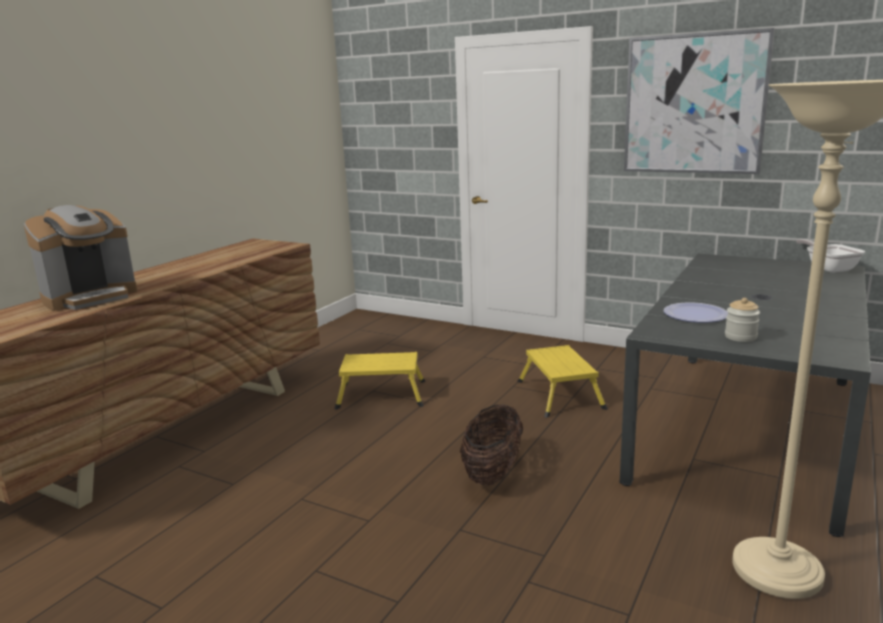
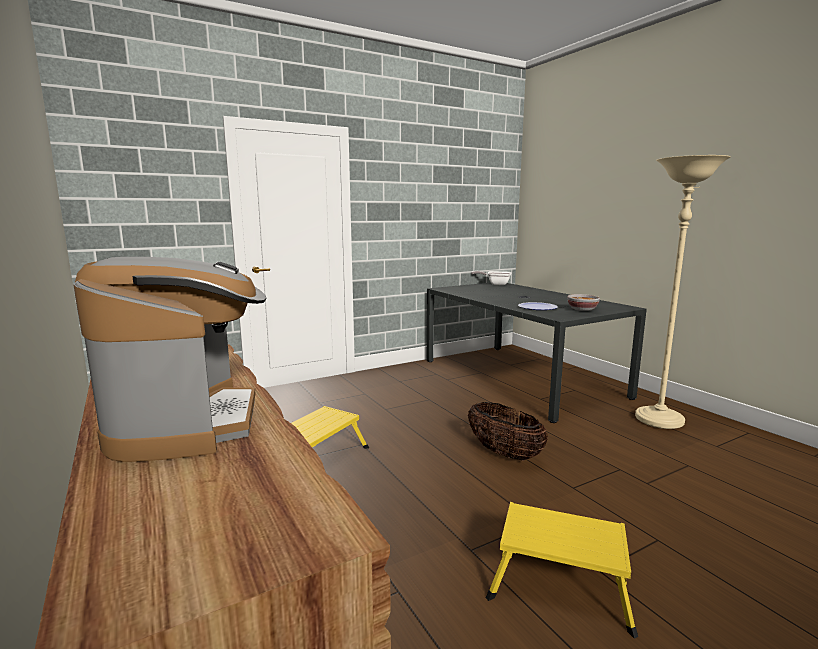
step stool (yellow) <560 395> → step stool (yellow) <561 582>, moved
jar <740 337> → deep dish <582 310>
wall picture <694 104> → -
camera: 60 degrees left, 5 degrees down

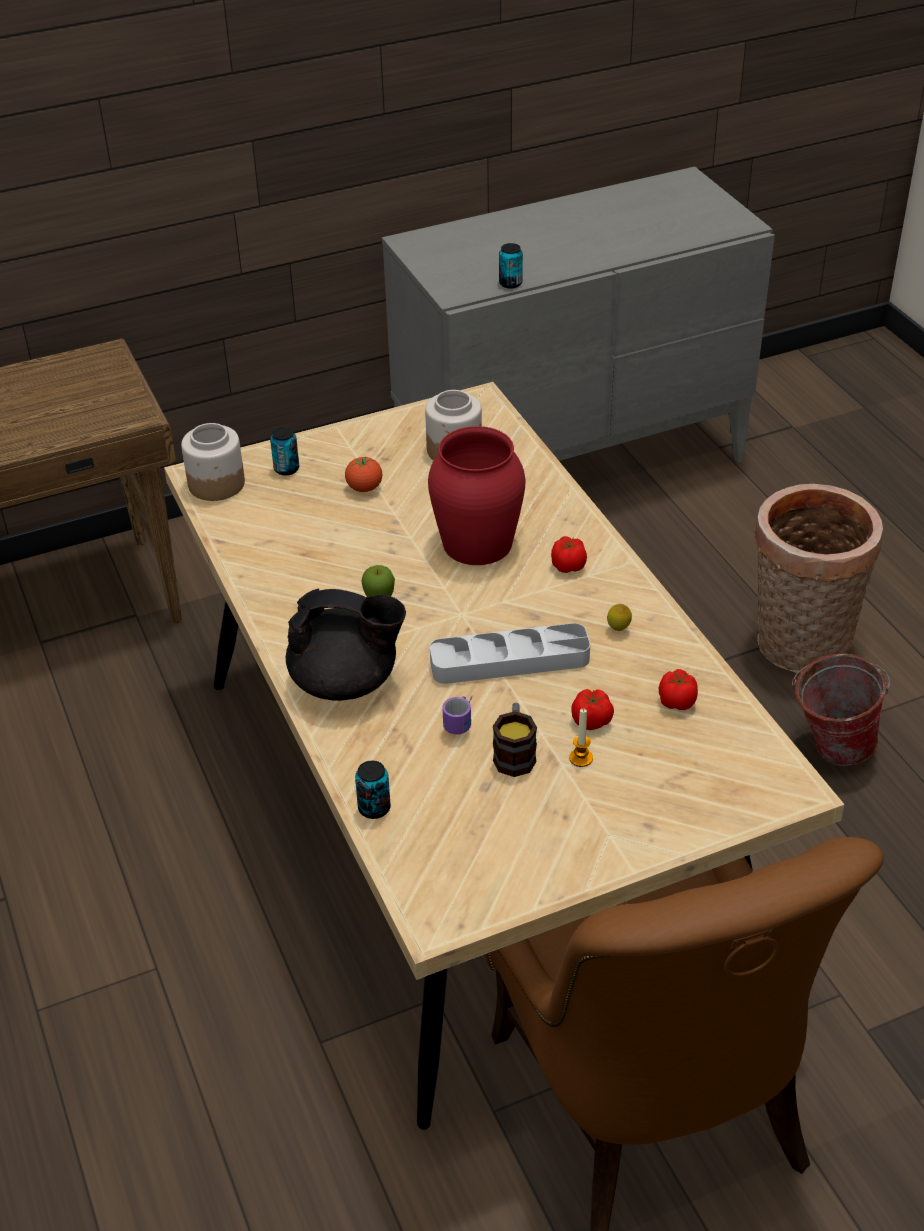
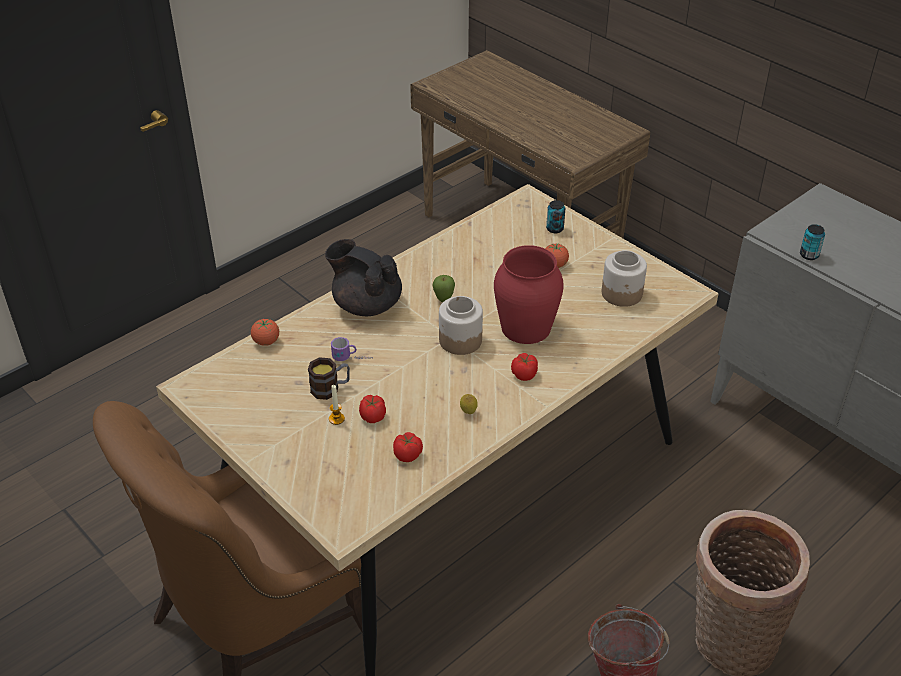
can <374 808> → fresh tomato <266 341>
pot for tea (blackish) <346 682> → pot for tea (blackish) <366 304>, 135 degrees clockwise
jar <215 484> → jar <460 340>, moved
serving tray (grey) <509 660> → -
camera: 70 degrees right, 0 degrees up

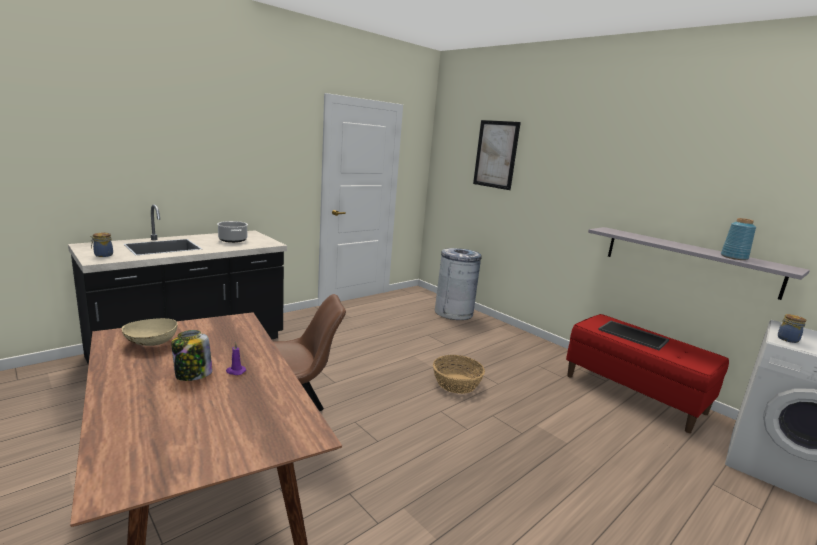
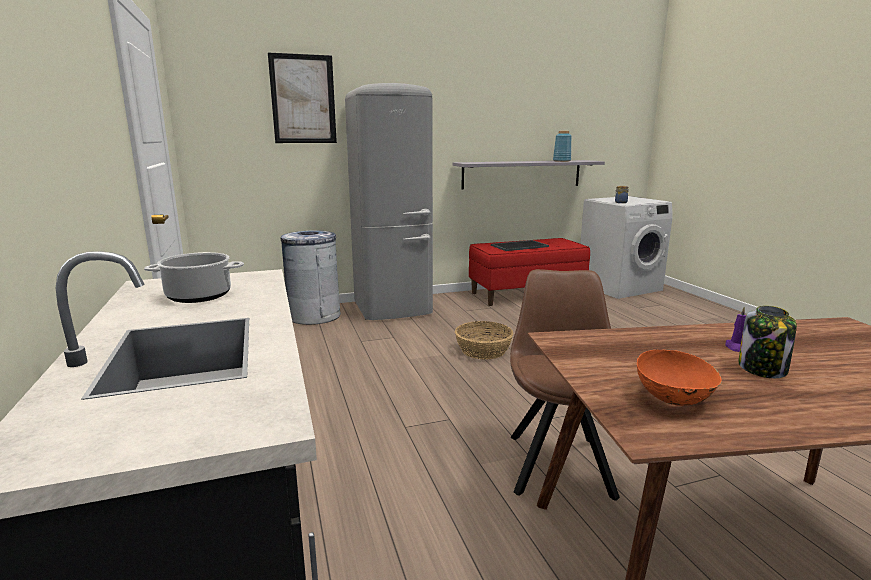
- → kitchen fridge (grey) <394 309>
deep dish (beige-coloured) <151 343> → deep dish (orangey) <674 398>
jar <103 255> → -
camera: 65 degrees left, 0 degrees up

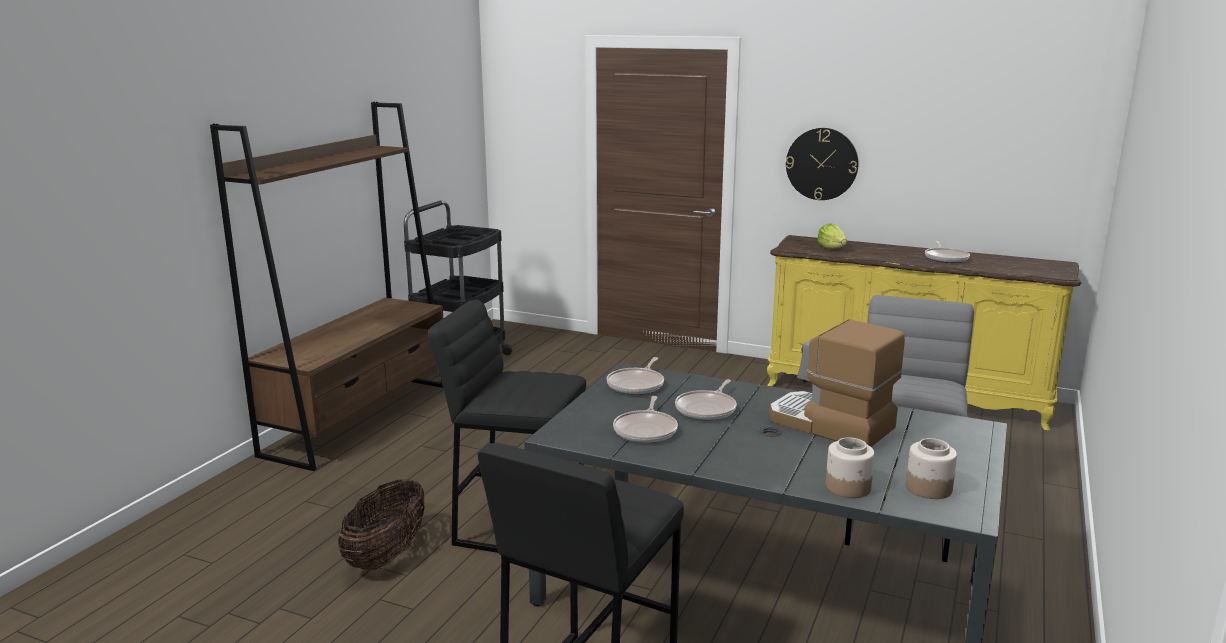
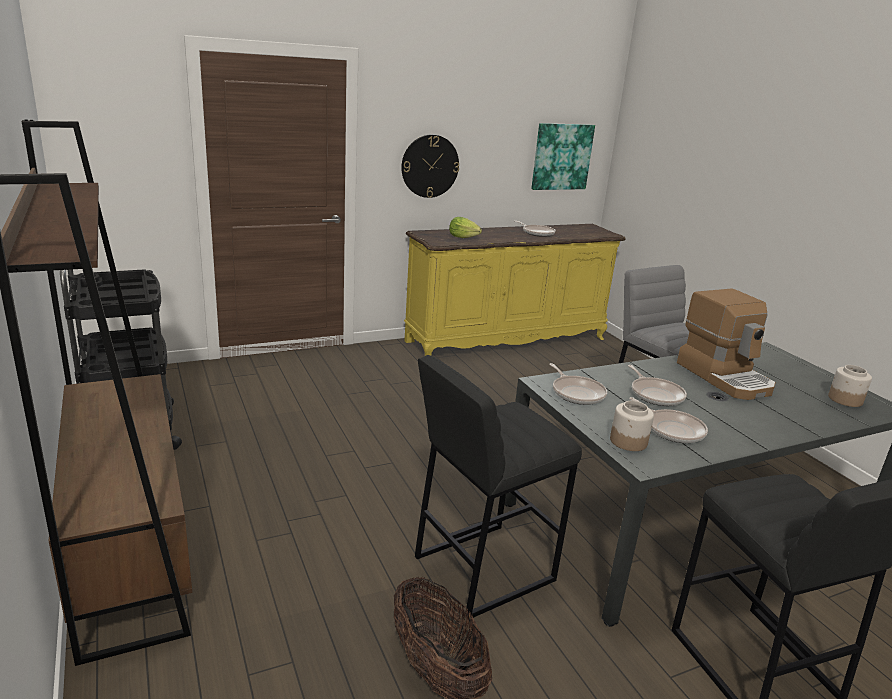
- → wall picture <561 156>
jar <848 487> → jar <629 441>, moved
coffee maker <829 425> → coffee maker <725 377>, 105 degrees counterclockwise
camera: 50 degrees left, 5 degrees up

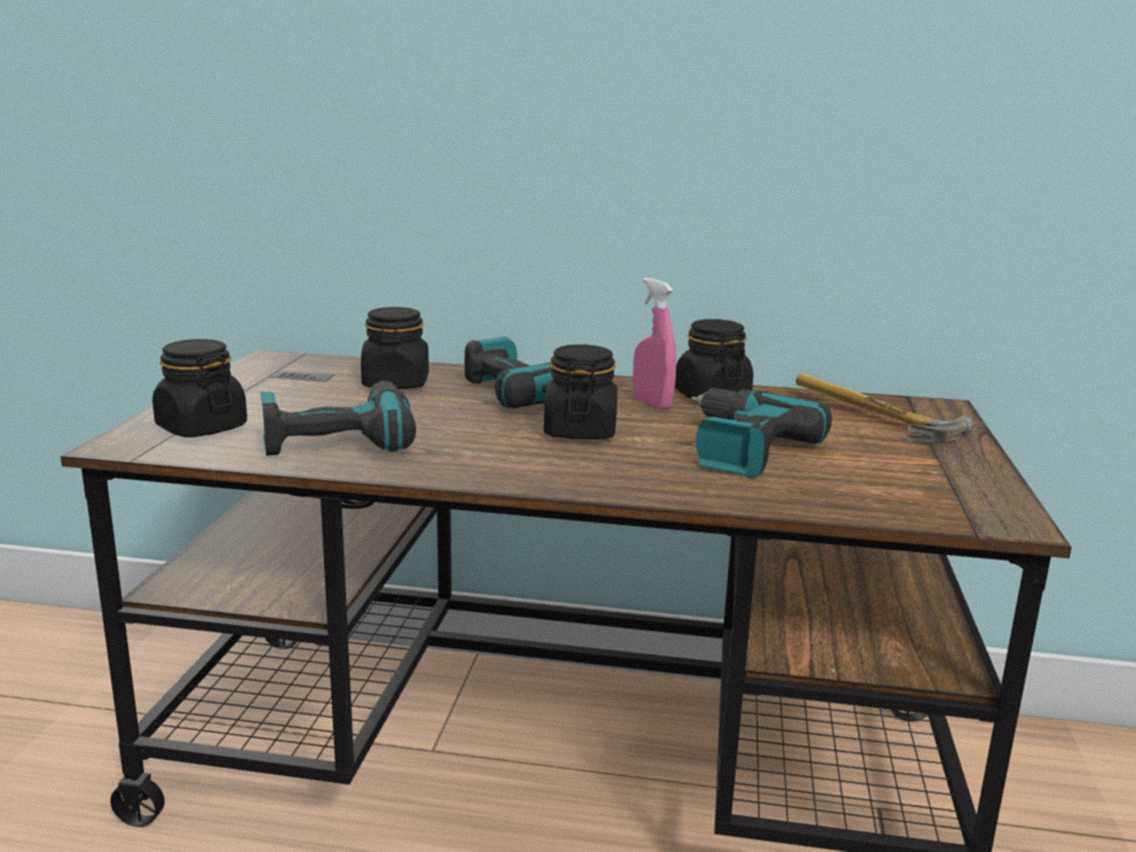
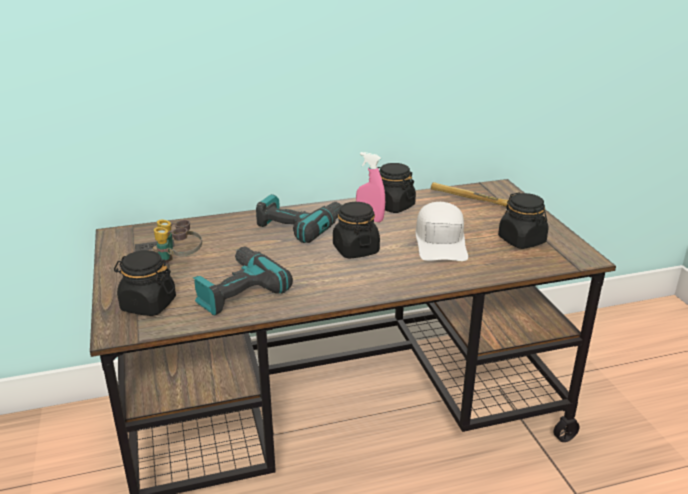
- → field glasses <179 264>
power drill <740 449> → baseball cap (white-coloured) <440 241>
jar (blackish) <396 384> → jar (blackish) <522 240>, moved
camera: 25 degrees left, 10 degrees up

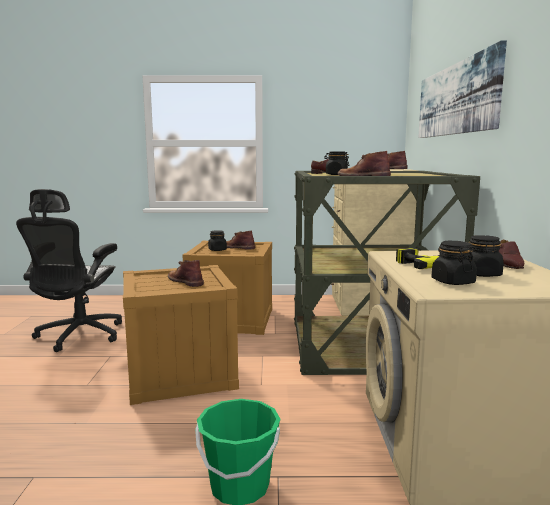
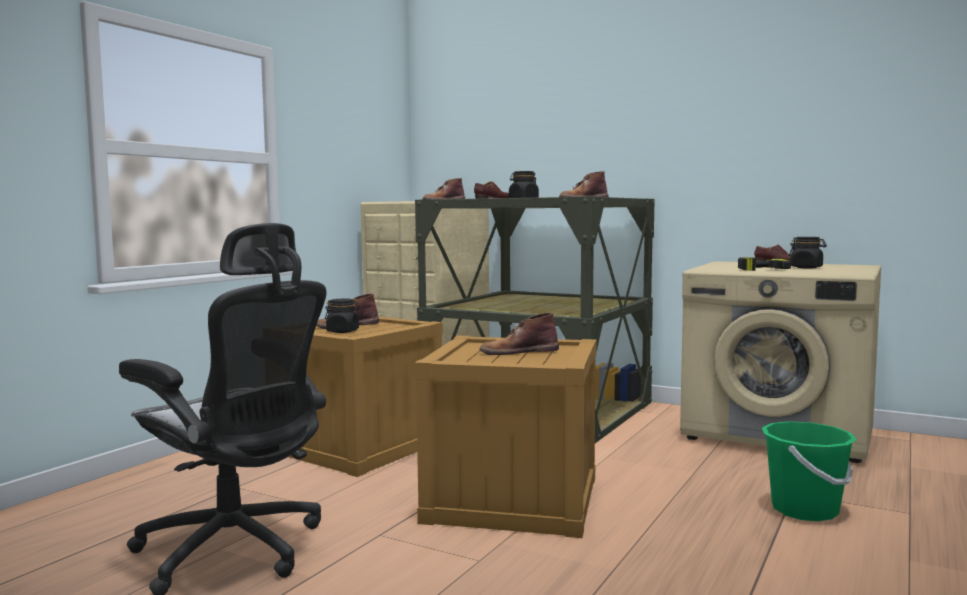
wall picture <455 100> → -
jar (blackish) <452 282> → -
camera: 60 degrees left, 5 degrees down

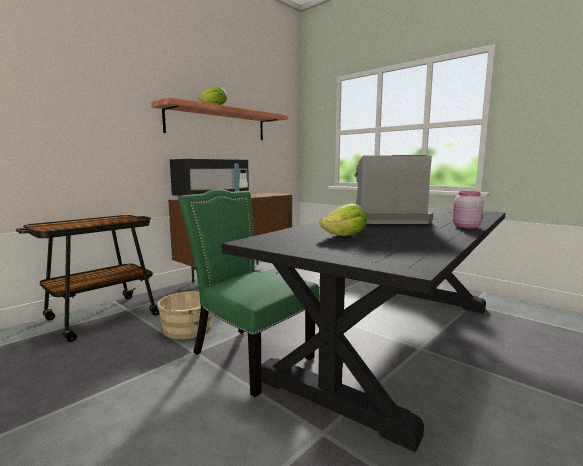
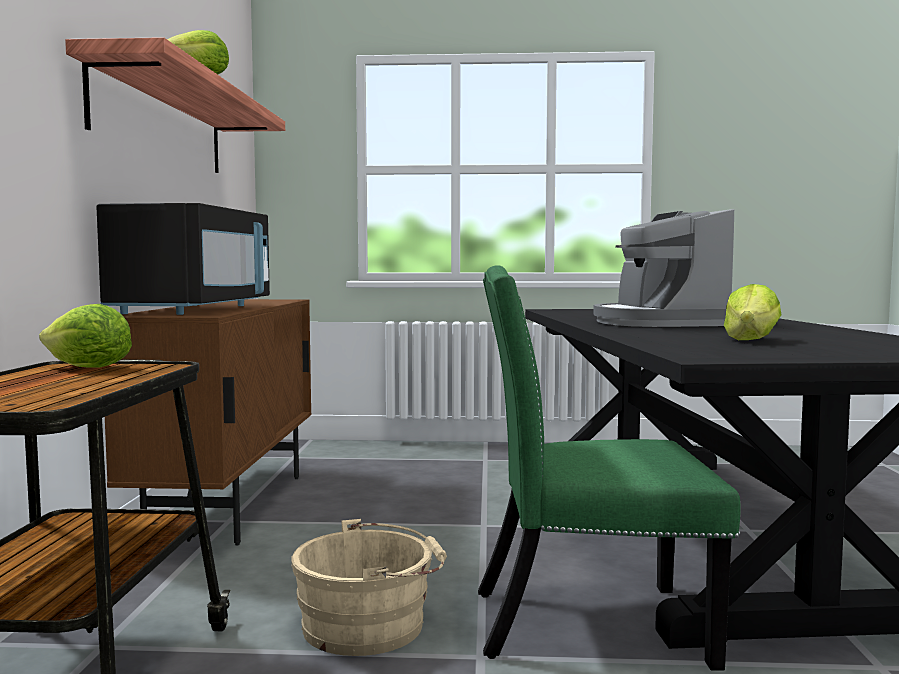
- → head of lettuce <88 368>
coffee maker <386 219> → coffee maker <657 322>, 60 degrees counterclockwise
jar (pinkish) <465 227> → -
camera: 40 degrees left, 5 degrees down

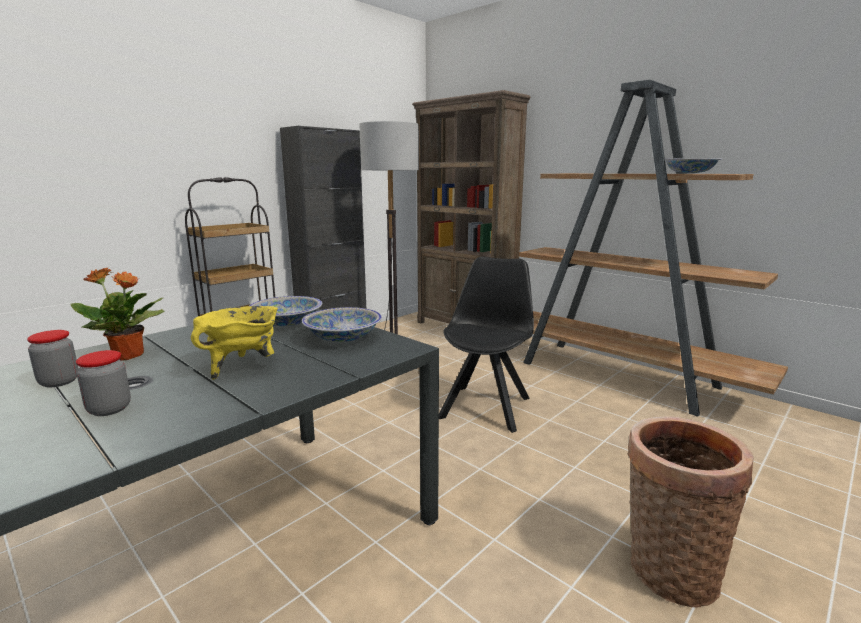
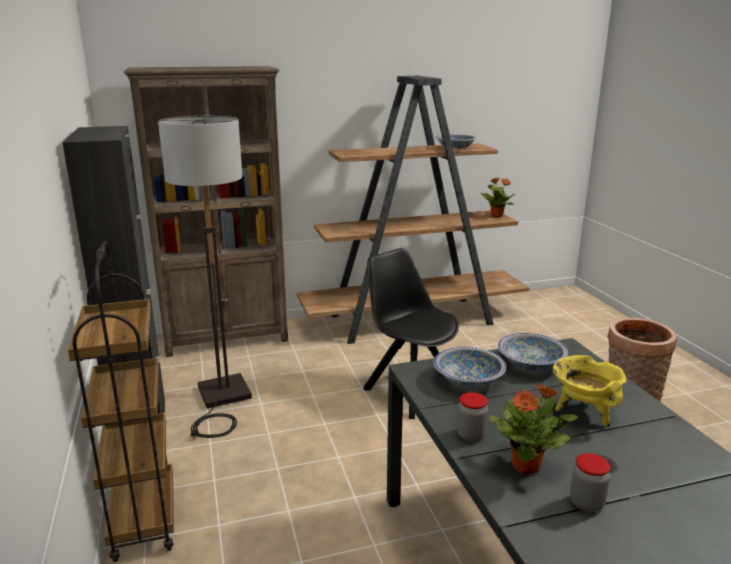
jar <109 409> → jar <471 435>, moved
- → houseplant <496 216>
camera: 60 degrees left, 5 degrees up

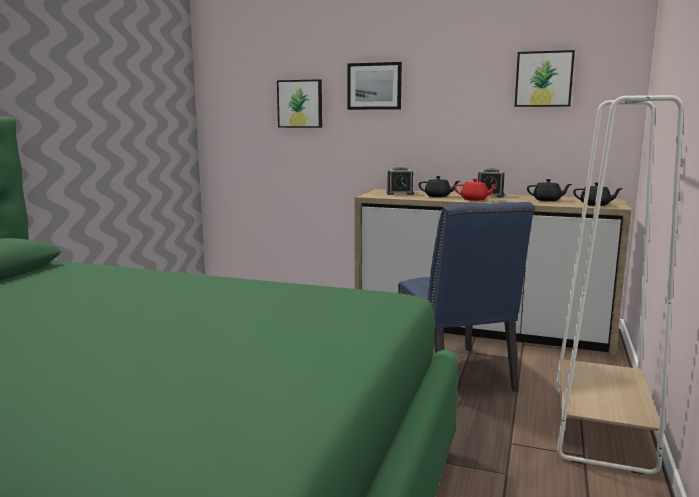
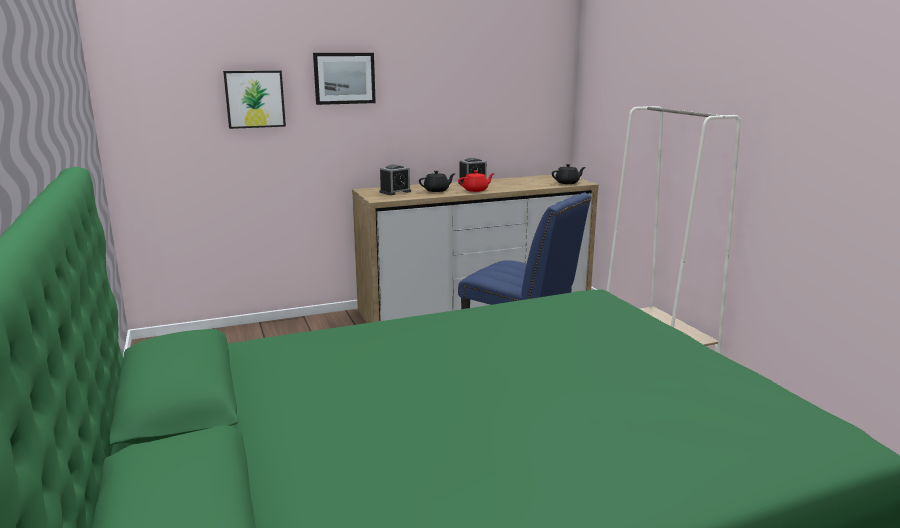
wall picture <544 79> → -
pot for tea (blackish) <547 200> → -
camera: 40 degrees left, 5 degrees up

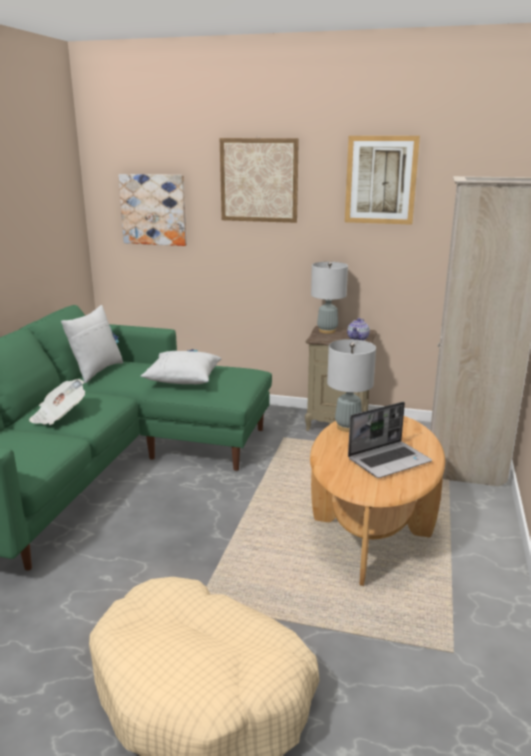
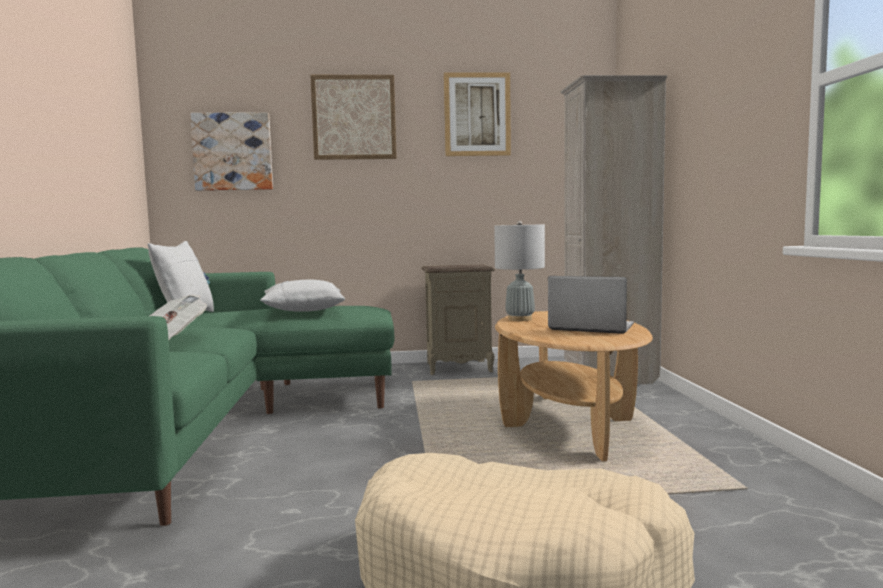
laptop <389 460> → laptop <590 328>, 105 degrees counterclockwise
lamp for a table (grey) <327 331> → -
pot for tea <358 339> → -
camera: 20 degrees left, 15 degrees down

